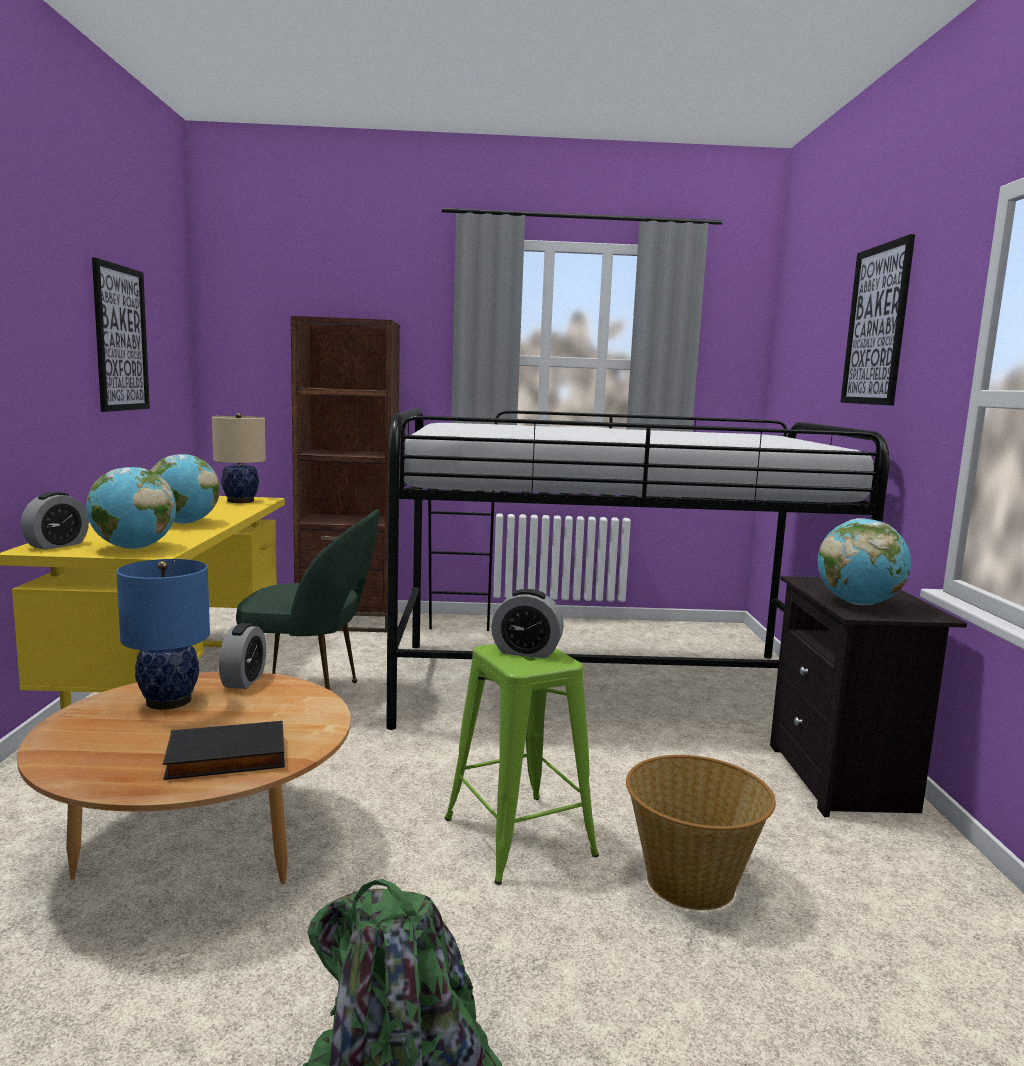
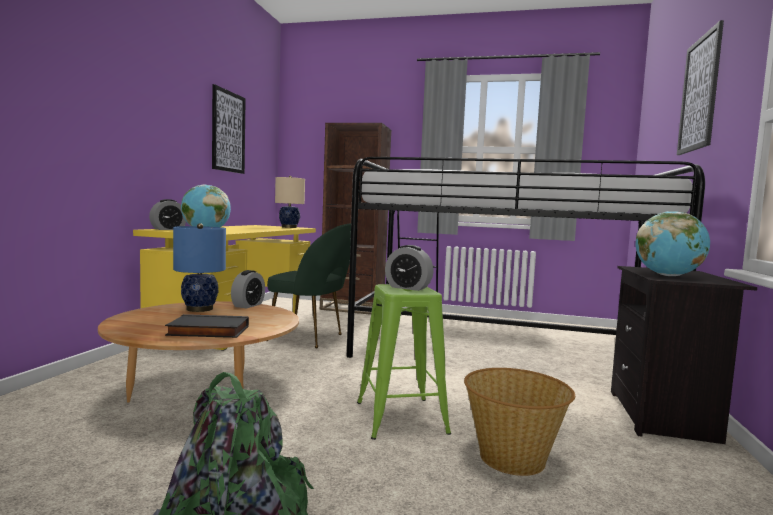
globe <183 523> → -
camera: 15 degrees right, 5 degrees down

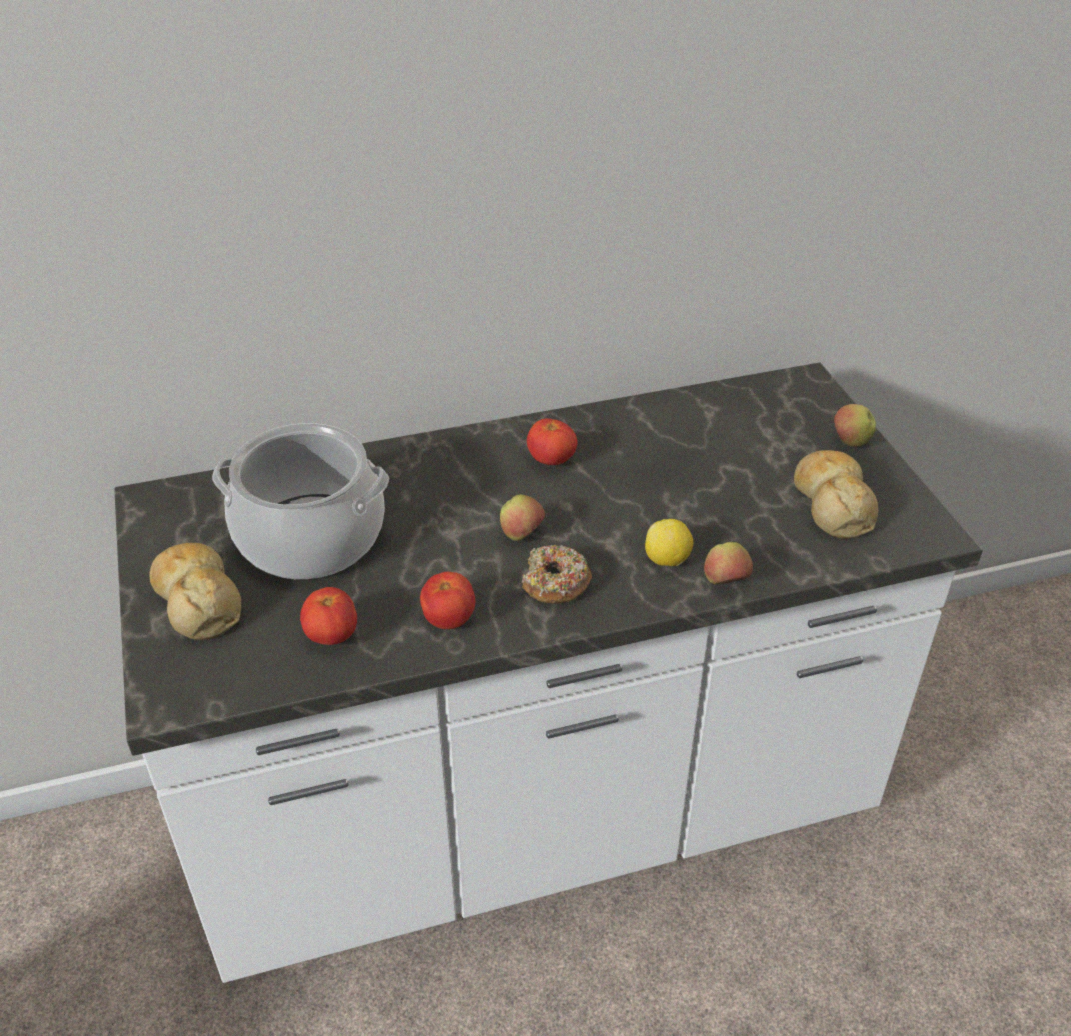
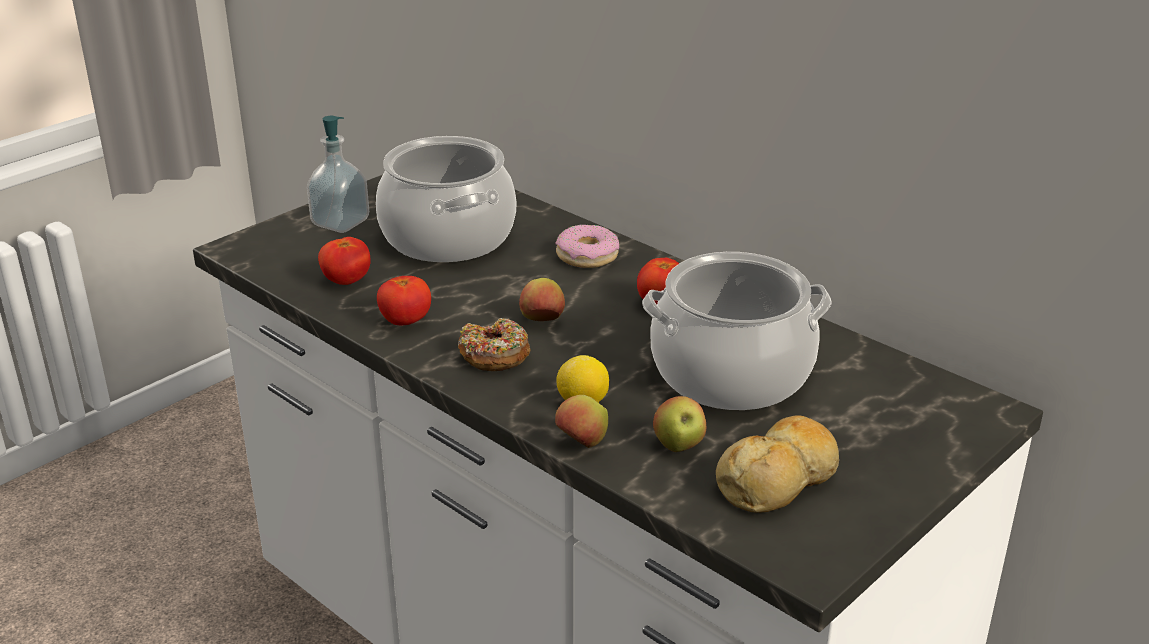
bakery bread <198 601> → soap dispenser <340 222>
- → donut <587 256>
- → cooking pot <731 372>
whole apple <850 442> → whole apple <679 446>, moved
camera: 60 degrees right, 10 degrees down

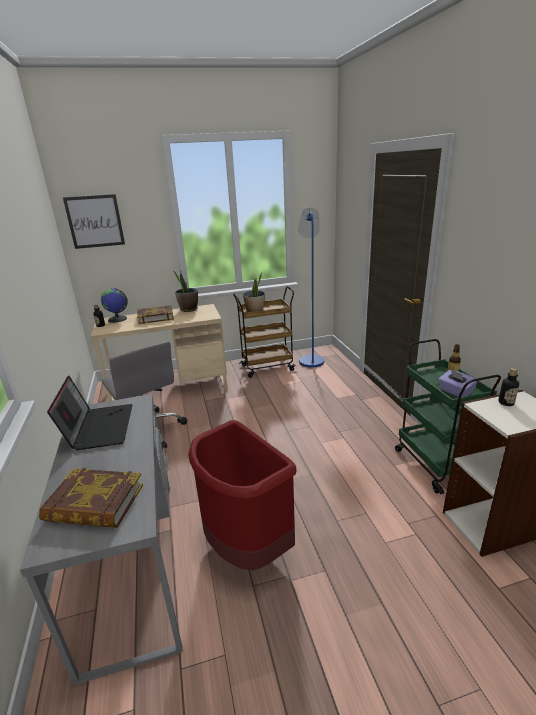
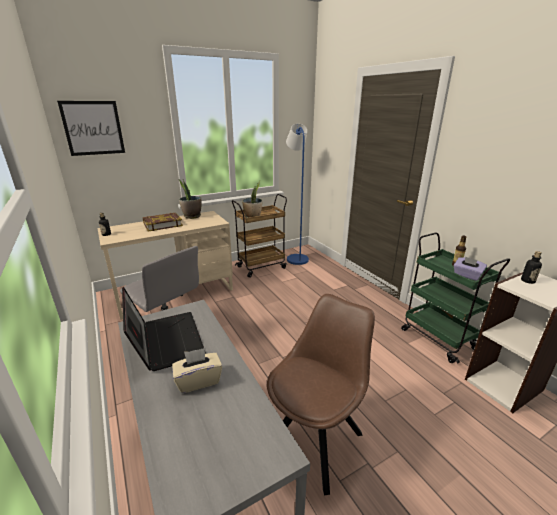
- → tissue box (beige-coloured) <198 380>
trash can (red-coloured) <246 546> → upright chair (brown) <315 440>
volume <95 504> → -
globe <117 319> → -
camera: 15 degrees left, 0 degrees up

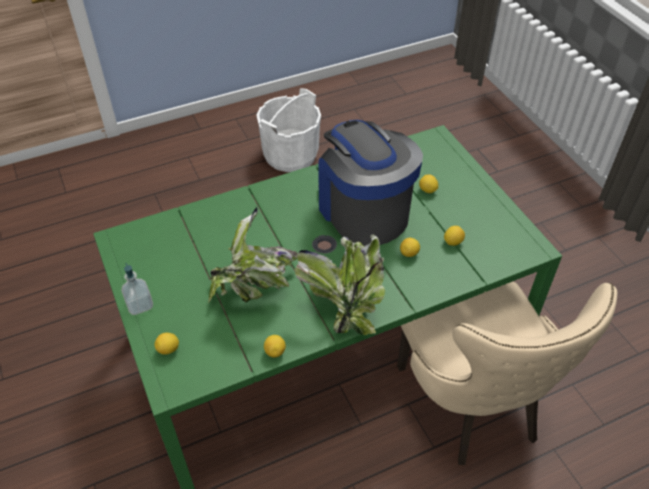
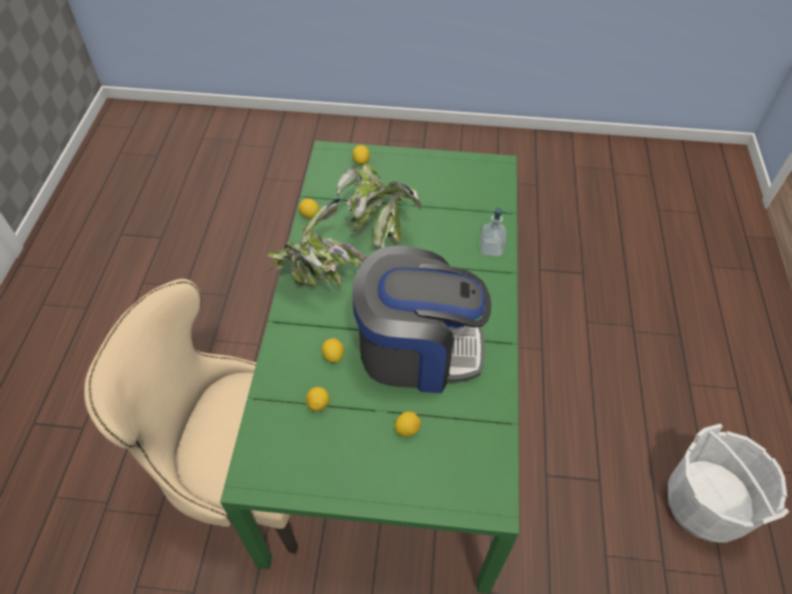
soap dispenser <140 305> → soap dispenser <491 248>, moved
camera: 120 degrees right, 5 degrees up

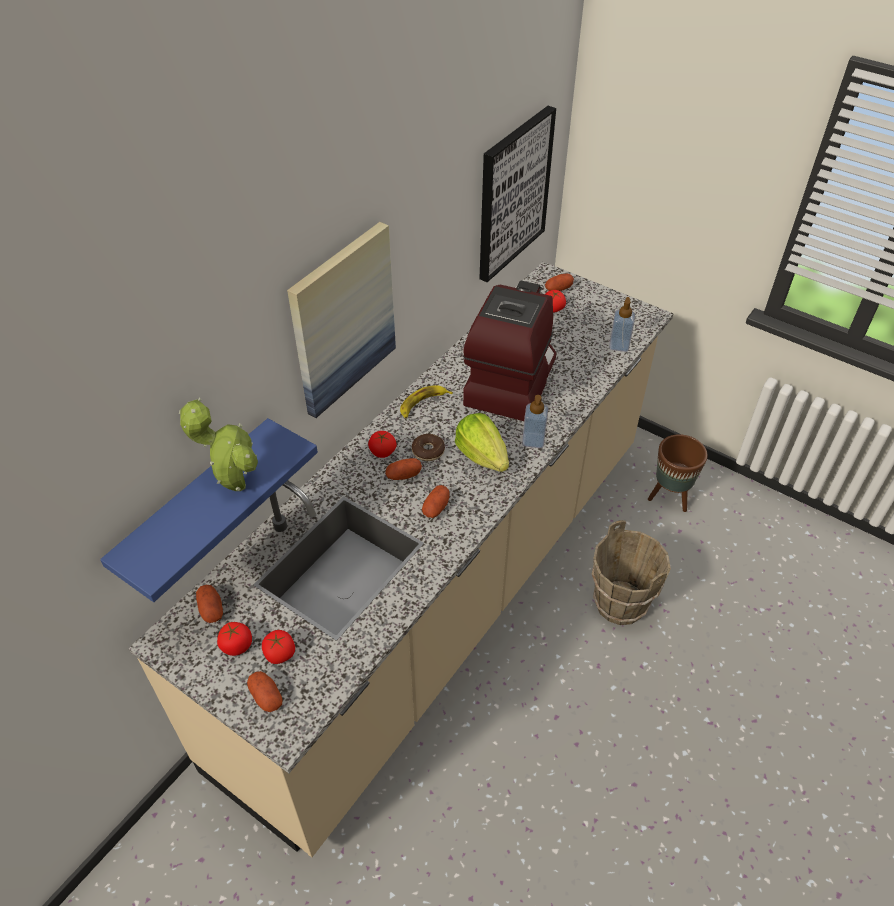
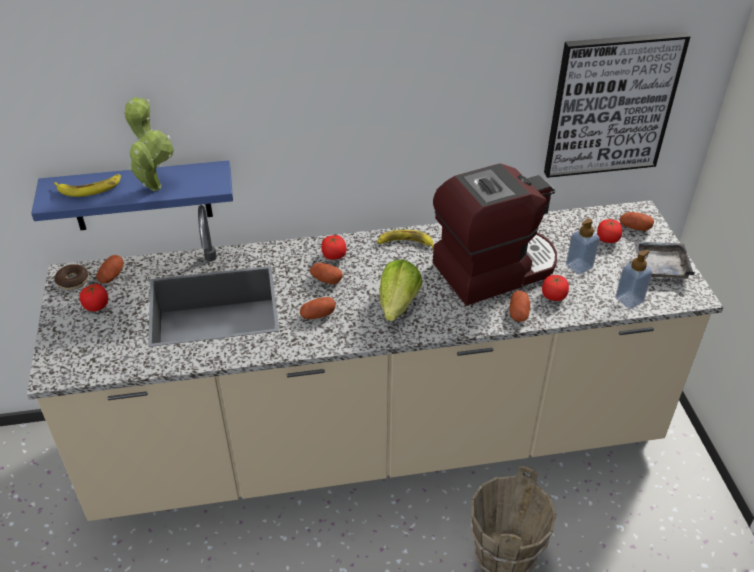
- → whole banana <90 188>
donut <428 451> → donut <73 281>, moved
spud <266 697> → spud <518 313>, moved
fresh tomato <280 653> → fresh tomato <553 296>, moved
soap dispenser <533 440> → soap dispenser <579 266>, moved
- → serving tray (grey) <657 268>
wall picture <342 320> → -
planter (brown) <669 498> → -
camera: 45 degrees right, 5 degrees down

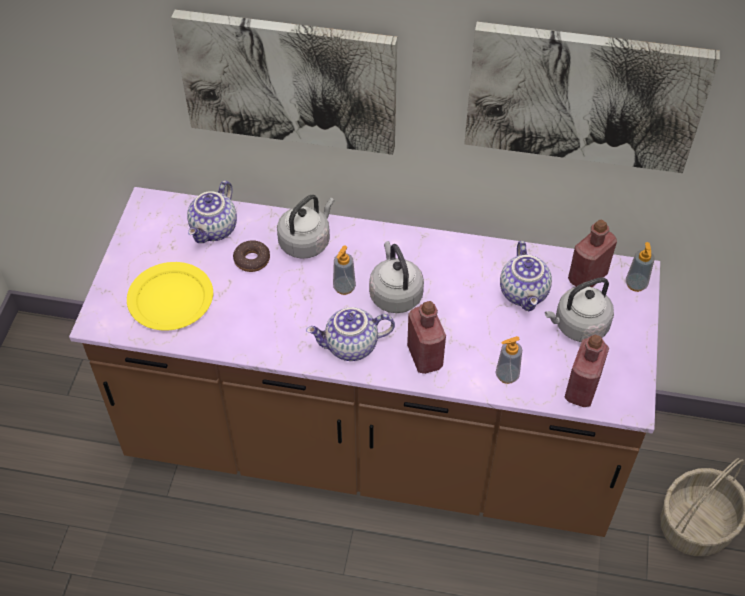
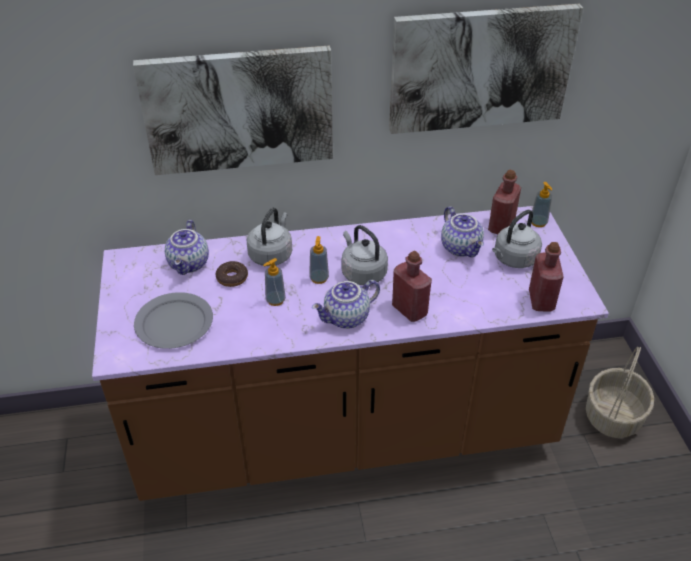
plate (yellow) <170 299> → plate (grey) <173 323>
soap dispenser <507 375> → soap dispenser <275 300>, moved
camera: 20 degrees left, 10 degrees down

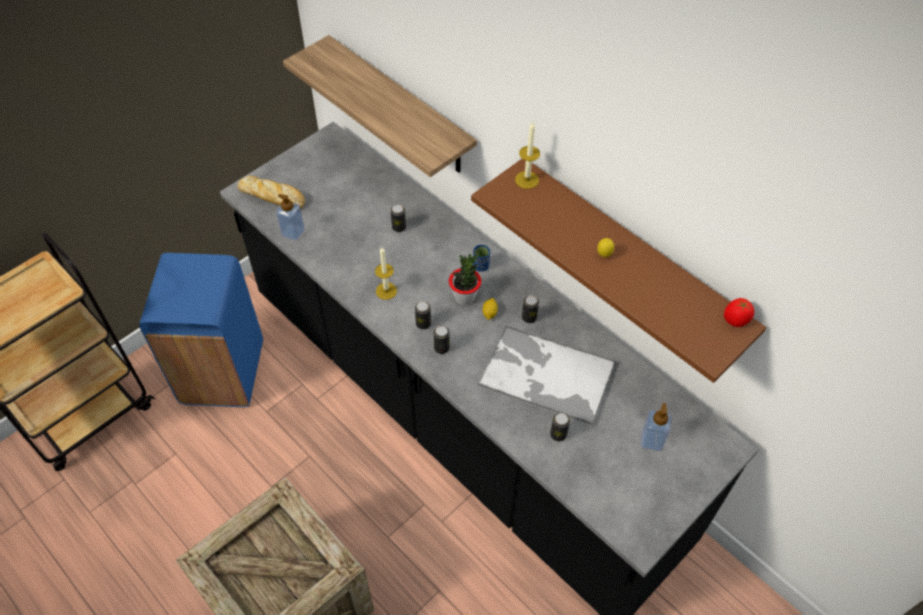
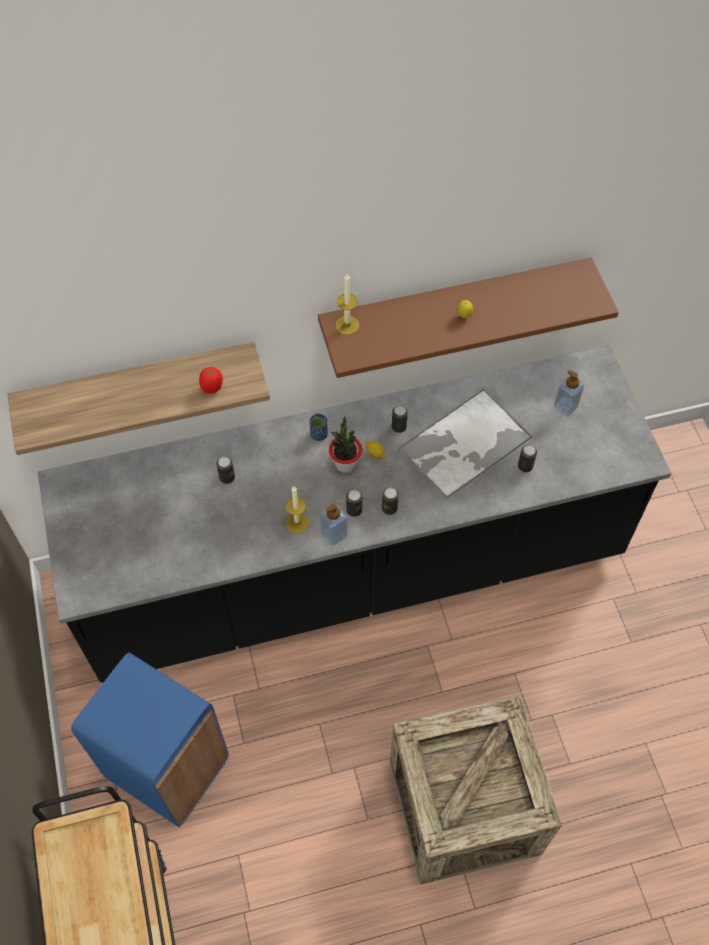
fresh tomato <735 321> → fresh tomato <212 388>, moved
soap dispenser <293 232> → soap dispenser <334 534>, moved
bakery bread <273 197> → -
camera: 60 degrees left, 5 degrees up

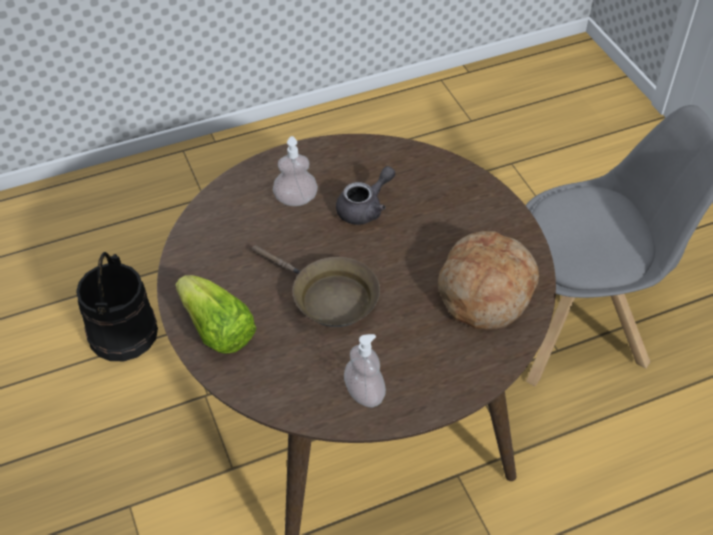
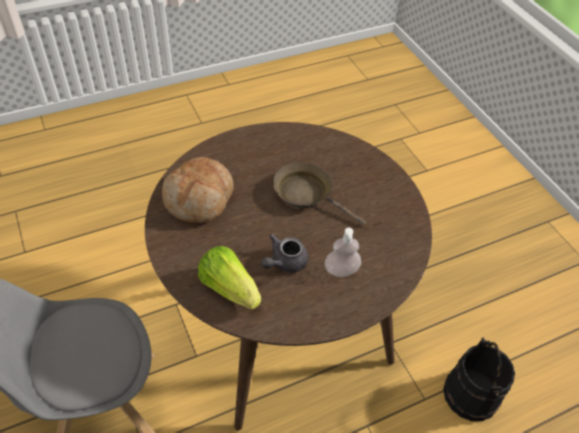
head of lettuce <217 330> → head of lettuce <229 288>, moved
soap dispenser <364 393> → -
camera: 175 degrees right, 0 degrees up

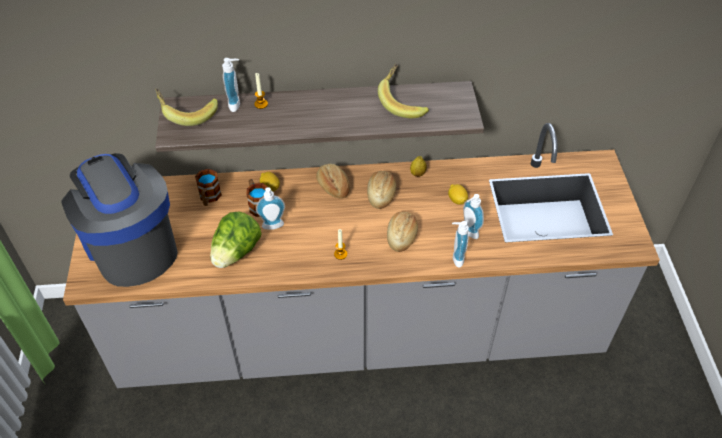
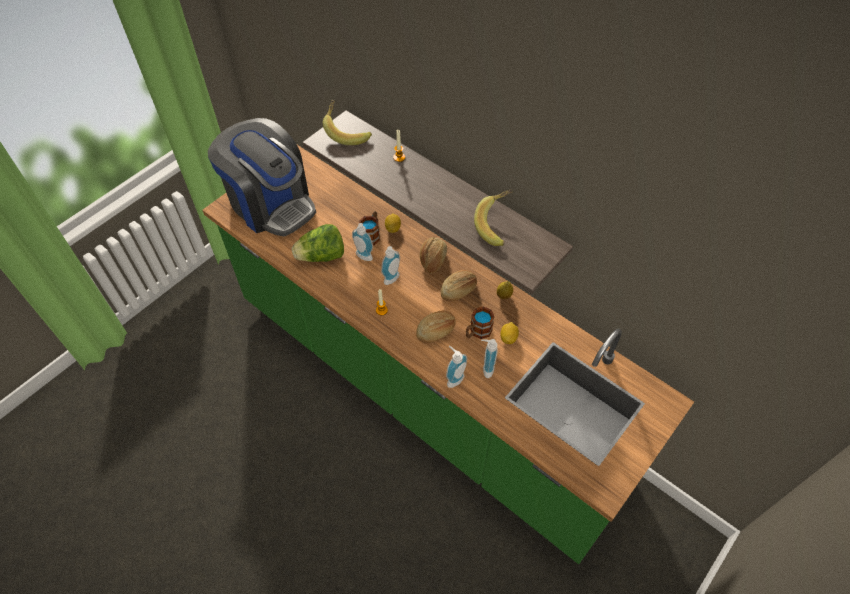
kitchen counter (grey) <361 333> → kitchen counter (green) <425 390>
coffee maker <131 245> → coffee maker <271 204>, 120 degrees clockwise
soap dispenser <237 104> → soap dispenser <393 280>, moved
tea mug <209 198> → tea mug <477 332>, moved
camera: 45 degrees right, 5 degrees up

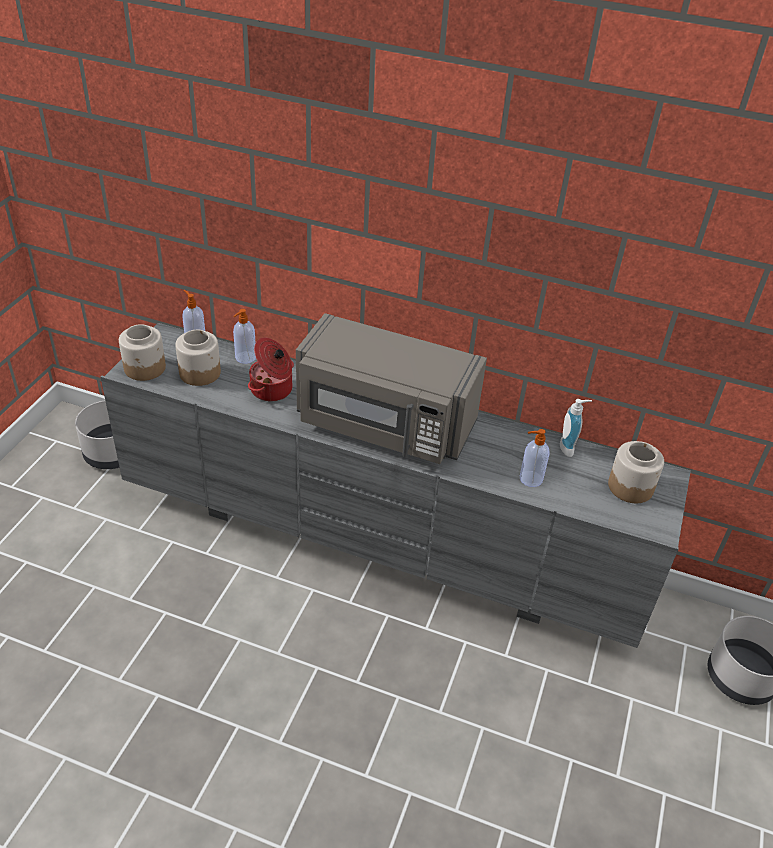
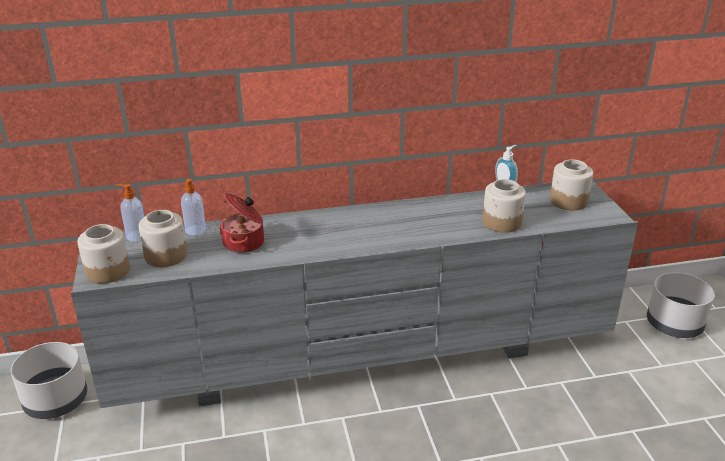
soap dispenser <530 479> → jar <502 222>
microwave oven (grey) <384 424> → -
camera: 30 degrees left, 10 degrees down

